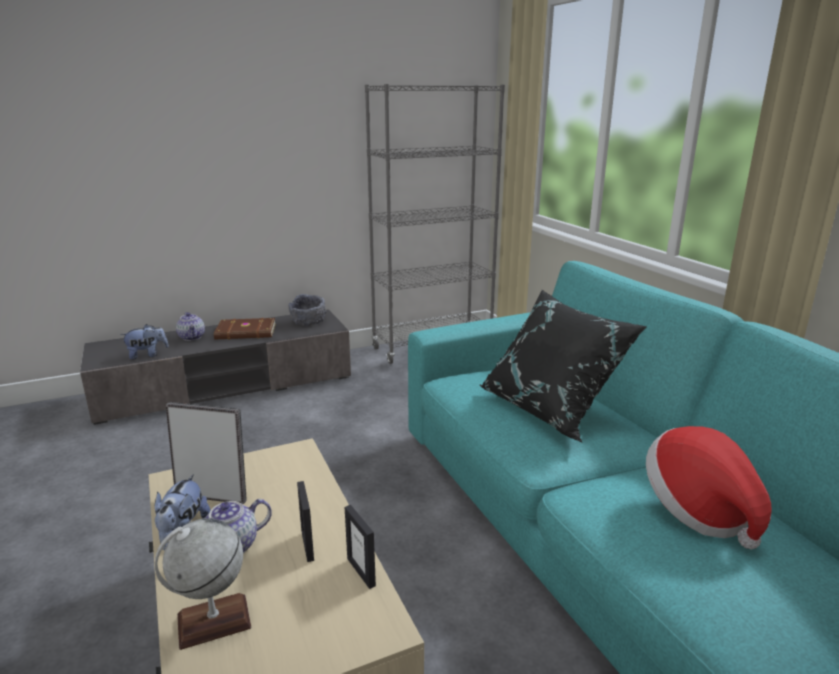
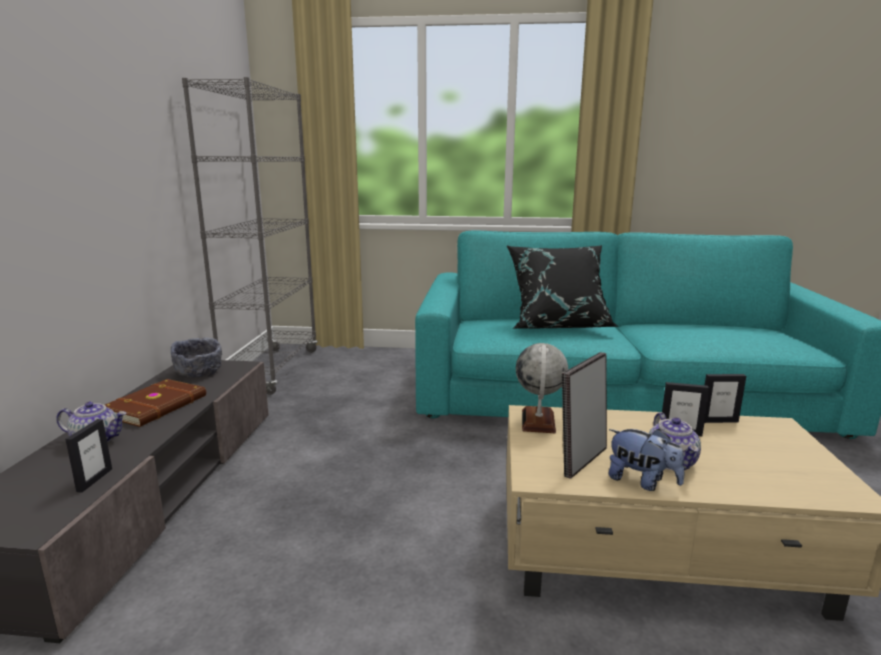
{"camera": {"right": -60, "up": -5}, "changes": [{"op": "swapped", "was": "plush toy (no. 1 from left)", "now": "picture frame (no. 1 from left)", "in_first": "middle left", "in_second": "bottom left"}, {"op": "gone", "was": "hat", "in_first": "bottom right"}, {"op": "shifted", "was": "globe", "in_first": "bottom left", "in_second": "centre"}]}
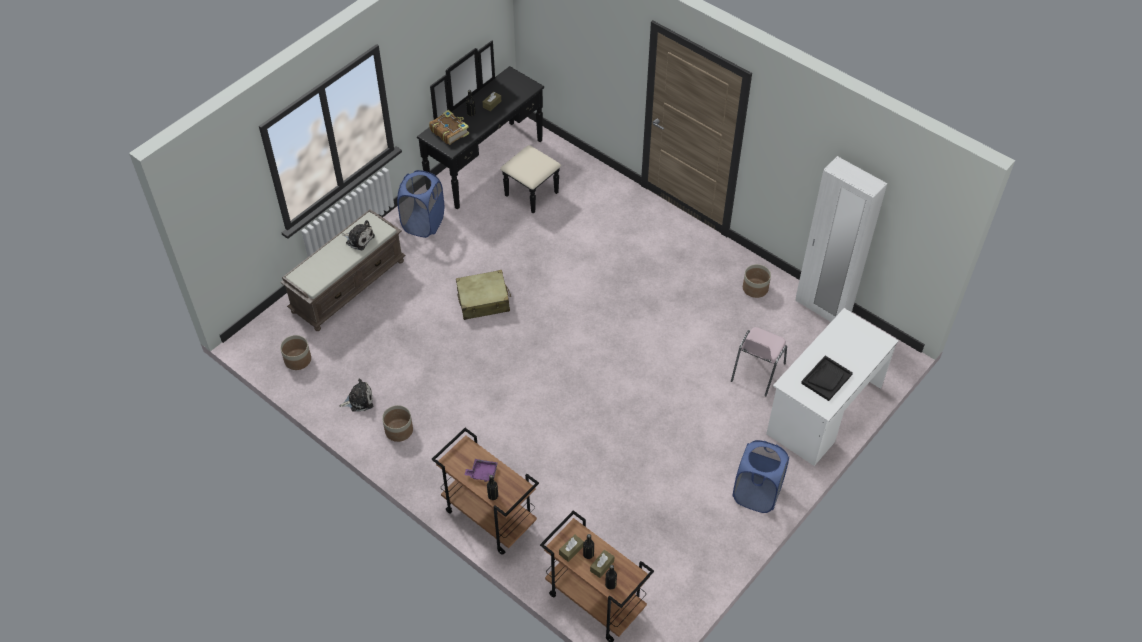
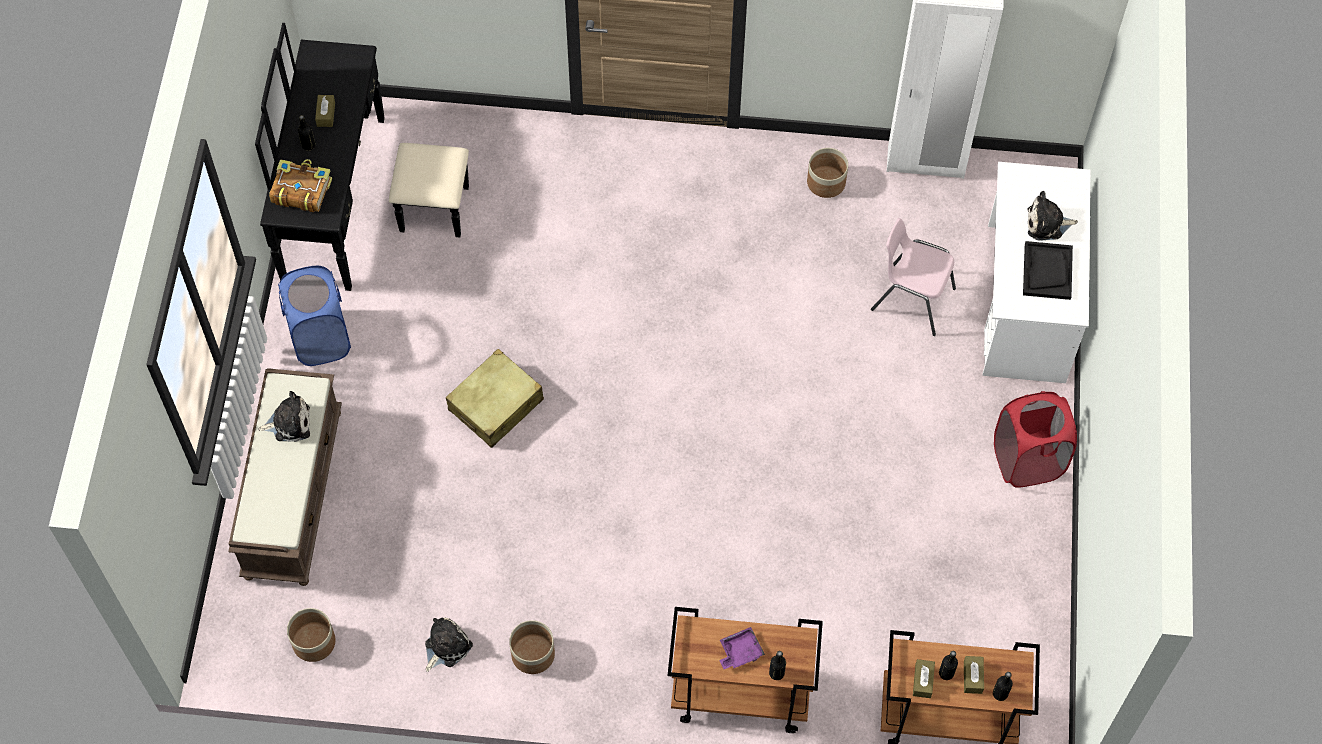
{"camera": {"right": -35, "up": 10}, "changes": [{"op": "rotated", "was": "chair (pink)", "in_first": "centre", "in_second": "middle right", "clockwise": 120}, {"op": "repainted", "was": "laundry basket (blue) (no. 2 from left)", "now": "laundry basket (red)", "in_first": "bottom centre", "in_second": "middle right"}, {"op": "new", "now": "plush toy (no. 3 from left)", "in_second": "top right"}]}
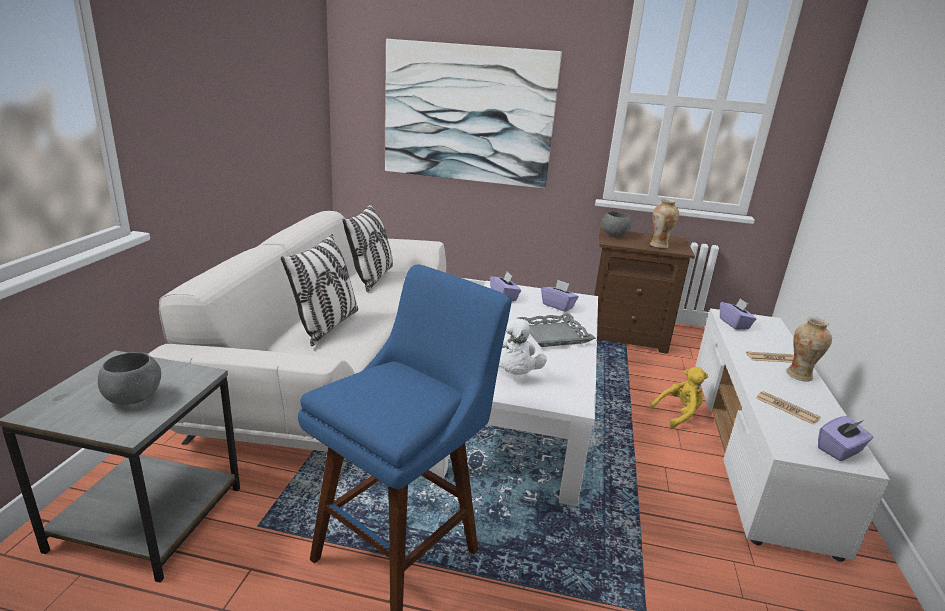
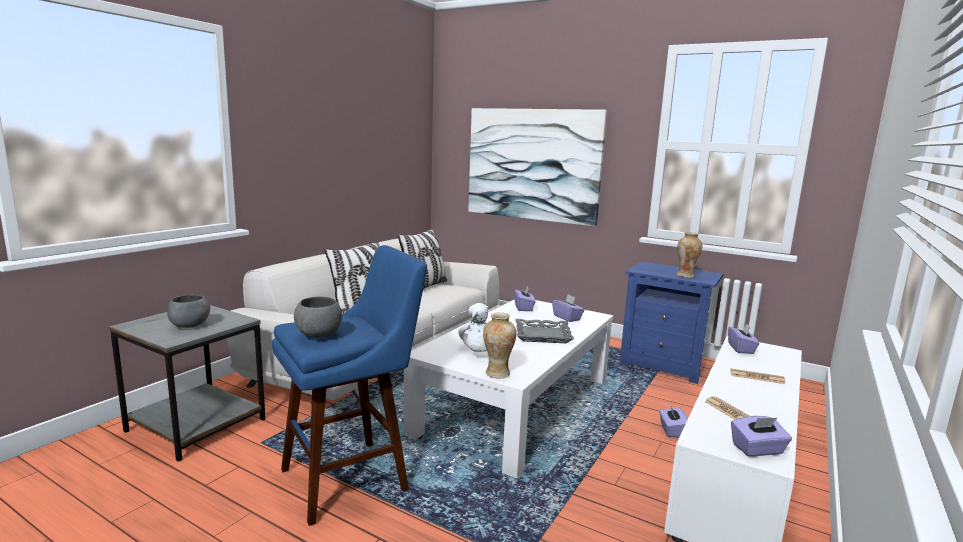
{"camera": {"right": 20, "up": -10}, "changes": [{"op": "shifted", "was": "bowl (grey) (no. 2 from left)", "in_first": "centre", "in_second": "middle left"}, {"op": "repainted", "was": "nightstand (brown)", "now": "nightstand (blue)", "in_first": "middle right", "in_second": "middle right"}, {"op": "shifted", "was": "vase (no. 2 from left in the first image)", "now": "vase (no. 1 from left)", "in_first": "middle right", "in_second": "centre"}, {"op": "swapped", "was": "plush toy (yellow)", "now": "tissue box (purple) (no. 3 from left)", "in_first": "middle right", "in_second": "bottom right"}]}
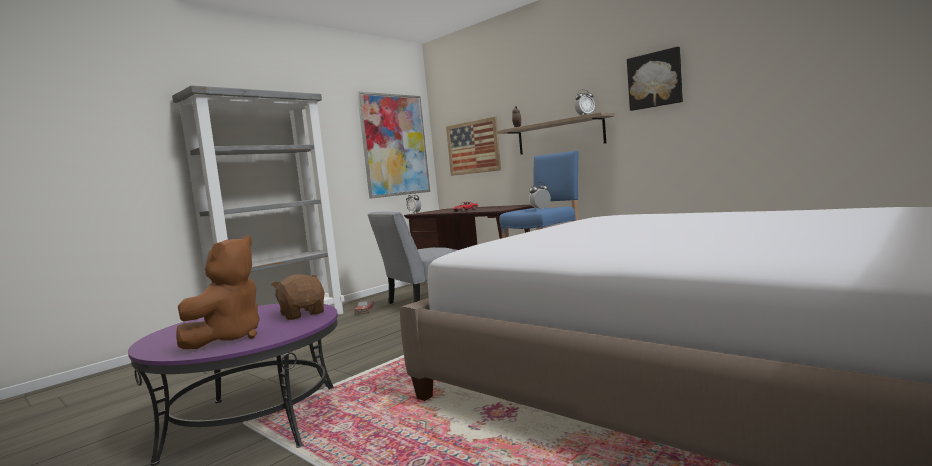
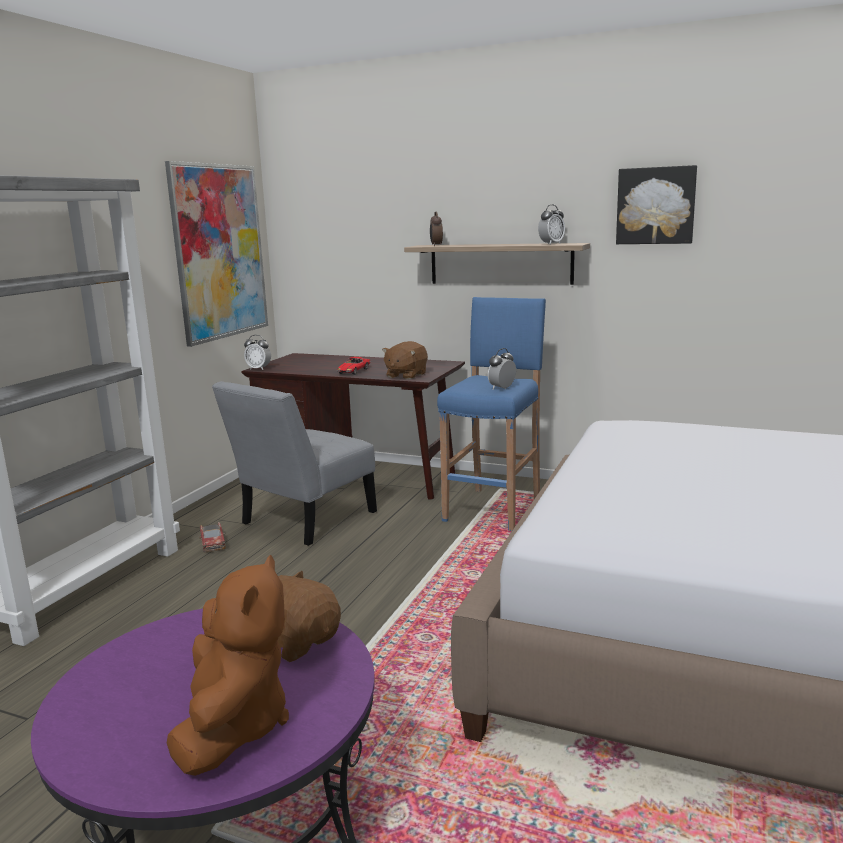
{"camera": {"right": -20, "up": 10}, "changes": [{"op": "gone", "was": "picture (no. 2 from left)", "in_first": "top centre"}, {"op": "new", "now": "plush toy (brown) (no. 3 from left)", "in_second": "centre"}]}
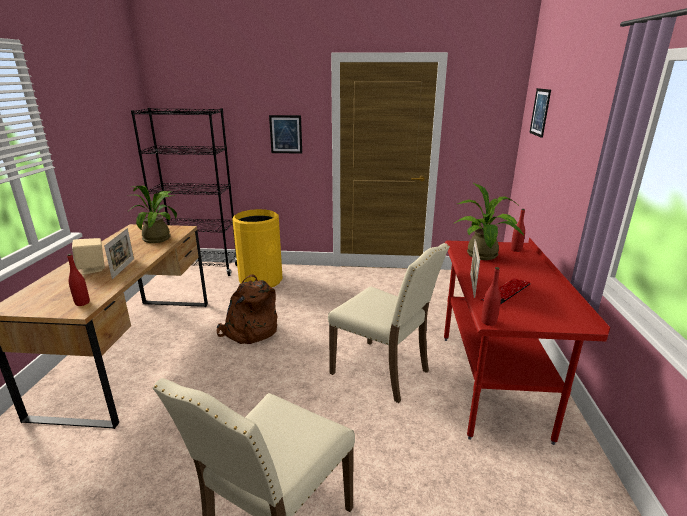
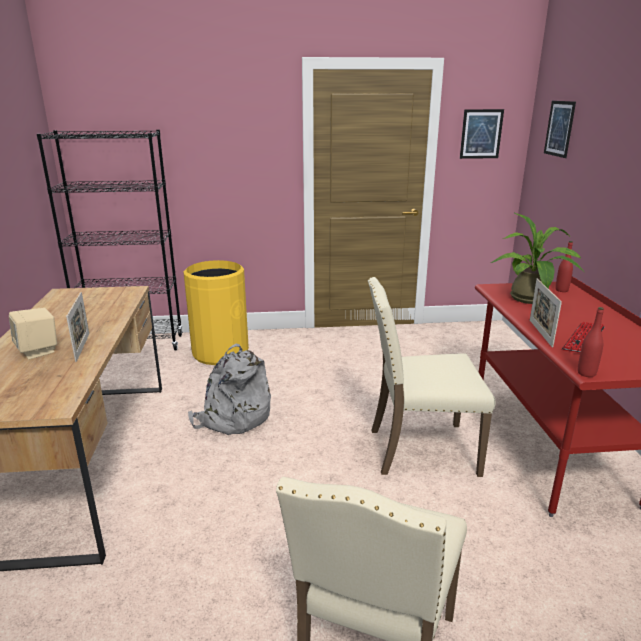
{"camera": {"right": -10, "up": 0}, "changes": [{"op": "shifted", "was": "picture (no. 1 from left)", "in_first": "top centre", "in_second": "top right"}, {"op": "gone", "was": "potted plant (no. 1 from left)", "in_first": "middle left"}, {"op": "rotated", "was": "chair (beige) (no. 2 from left)", "in_first": "centre", "in_second": "middle right", "clockwise": 150}, {"op": "gone", "was": "bottle (red) (no. 1 from left)", "in_first": "middle left"}, {"op": "repainted", "was": "backpack (brown)", "now": "backpack (grey)", "in_first": "centre", "in_second": "centre"}]}
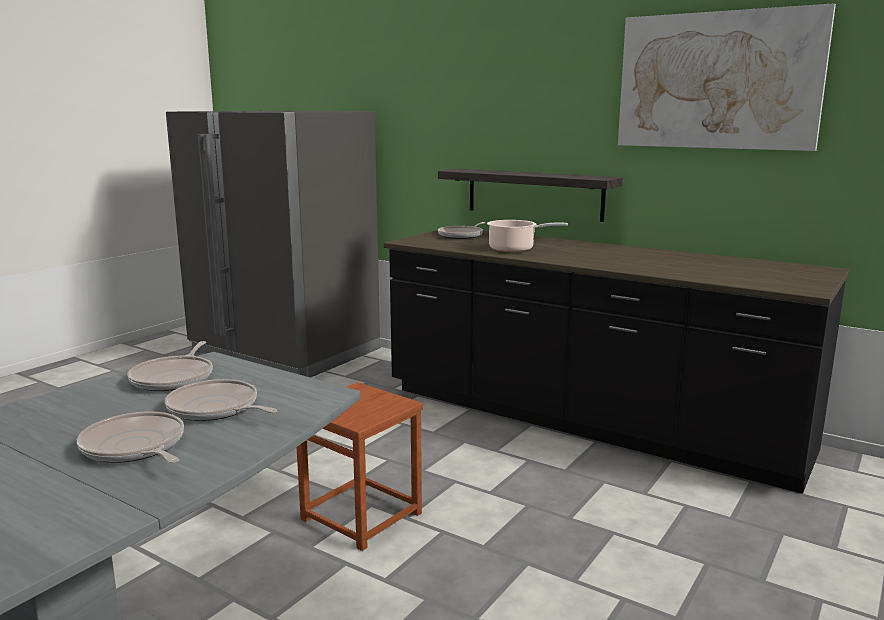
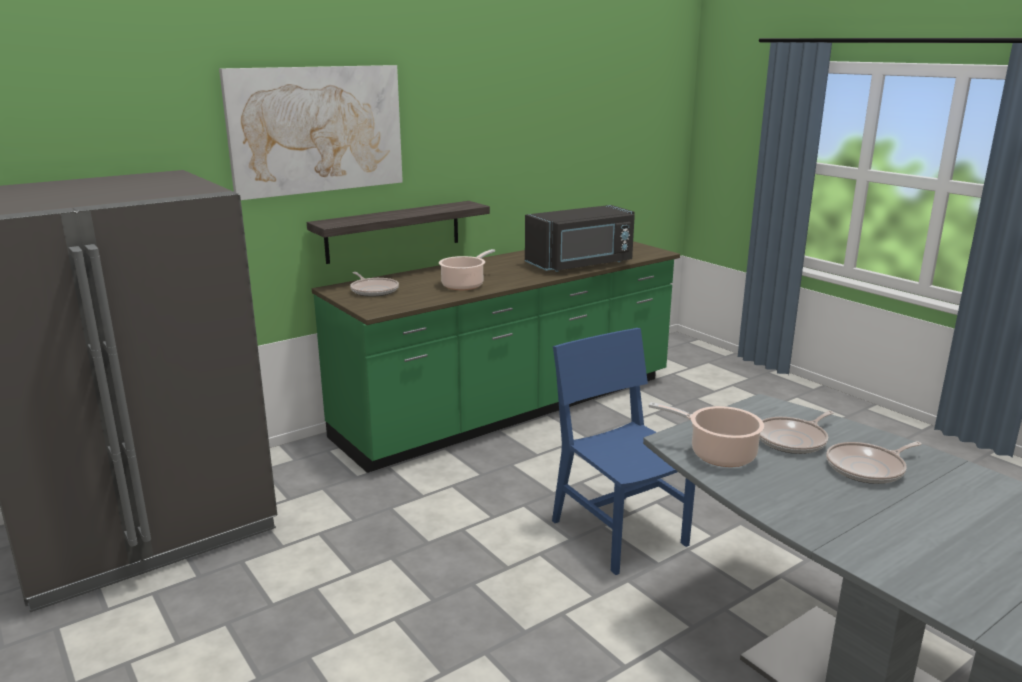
{"camera": {"right": -70, "up": 5}, "changes": [{"op": "shifted", "was": "picture", "in_first": "top right", "in_second": "top left"}, {"op": "repainted", "was": "counter (black)", "now": "counter (green)", "in_first": "middle right", "in_second": "centre"}, {"op": "swapped", "was": "frying pan (no. 2 from left)", "now": "cooking pot (no. 2 from left)", "in_first": "middle left", "in_second": "middle right"}, {"op": "swapped", "was": "stool (brown)", "now": "chair (blue)", "in_first": "bottom centre", "in_second": "centre"}, {"op": "new", "now": "microwave (black)", "in_second": "centre"}]}
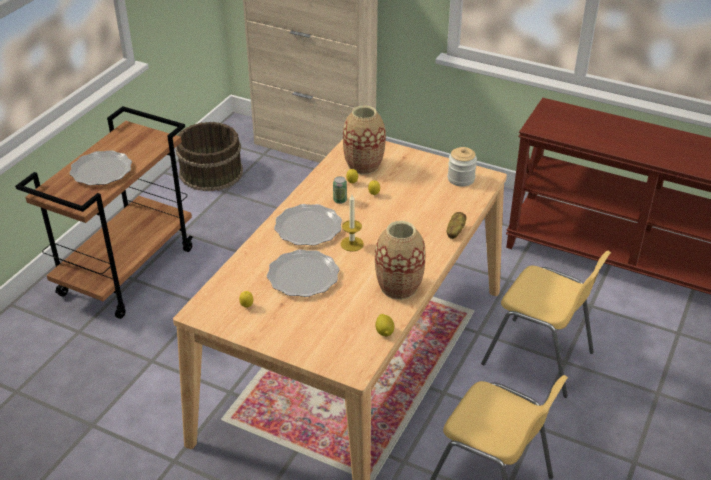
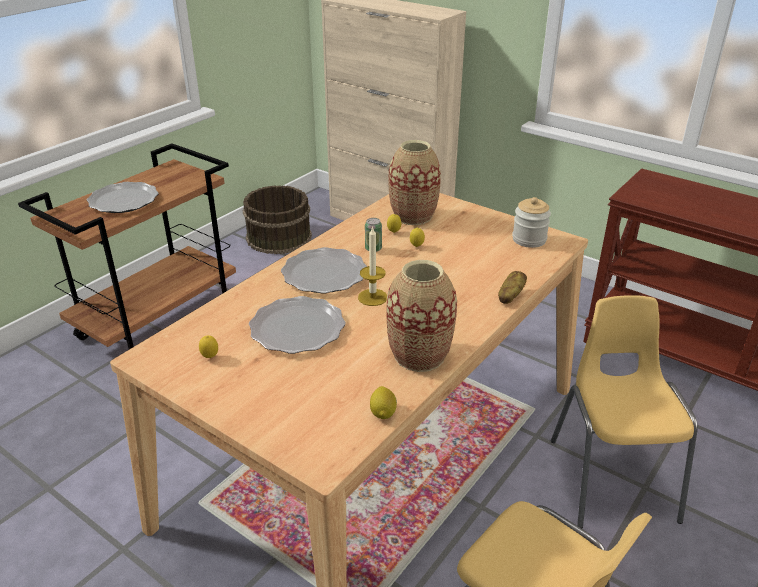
{"camera": {"right": 10, "up": -5}, "changes": [{"op": "rotated", "was": "chair (yellow) (no. 2 from left)", "in_first": "bottom right", "in_second": "bottom right", "clockwise": -135}]}
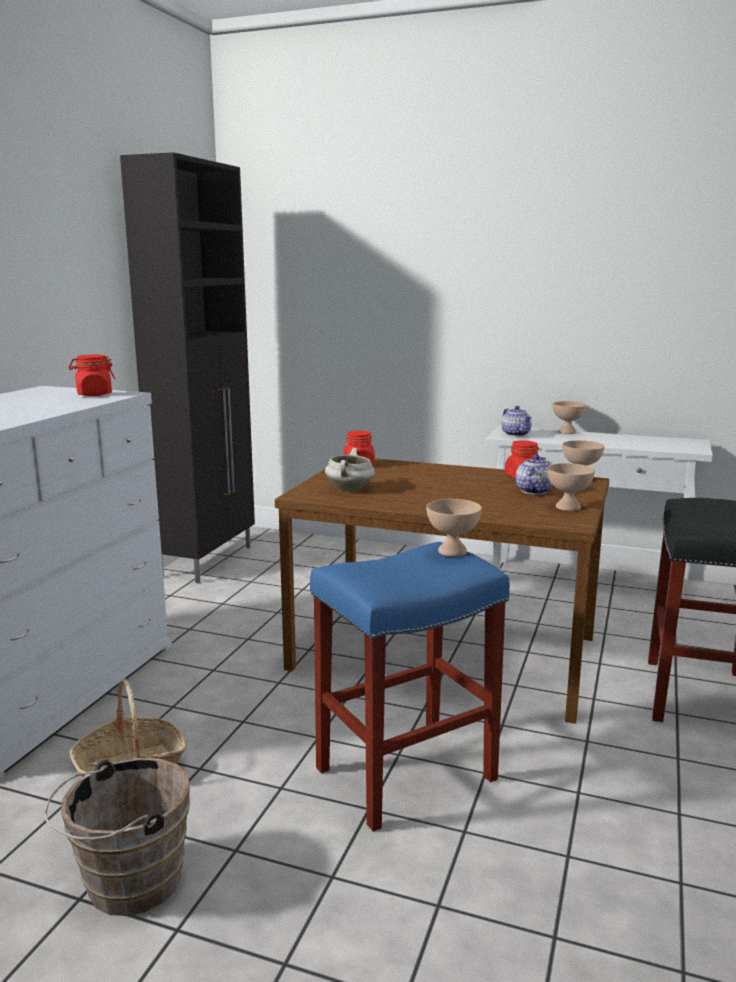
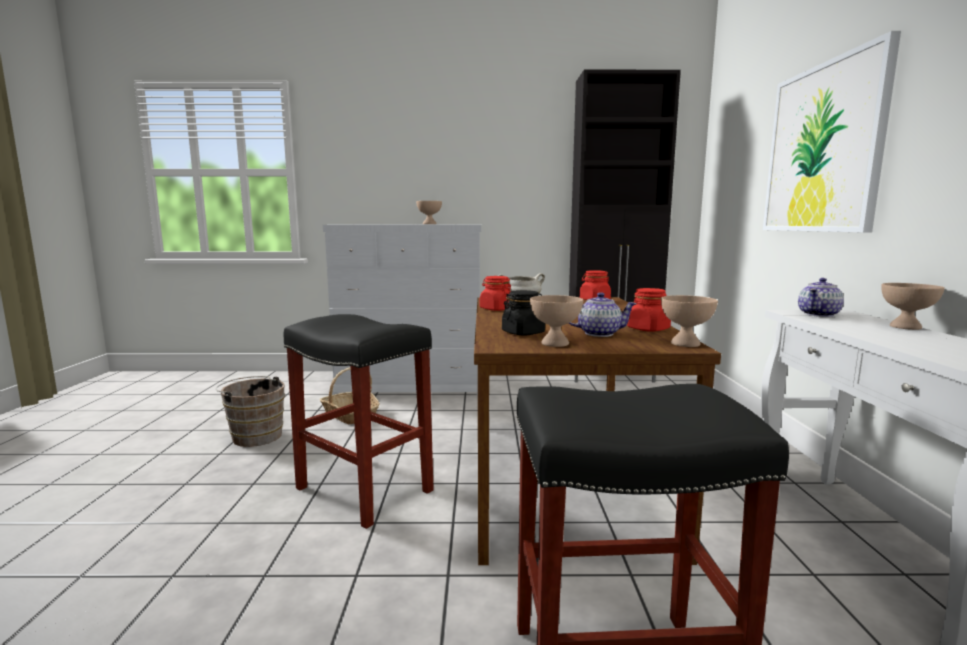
{"camera": {"right": 70, "up": -5}, "changes": [{"op": "shifted", "was": "jar (red) (no. 1 from left)", "in_first": "middle left", "in_second": "centre"}, {"op": "shifted", "was": "bowl (beige) (no. 1 from left)", "in_first": "centre", "in_second": "top centre"}, {"op": "repainted", "was": "stool (blue)", "now": "stool (black) (no. 1 from left)", "in_first": "bottom centre", "in_second": "centre"}, {"op": "new", "now": "picture", "in_second": "top right"}, {"op": "new", "now": "jar (black)", "in_second": "centre"}]}
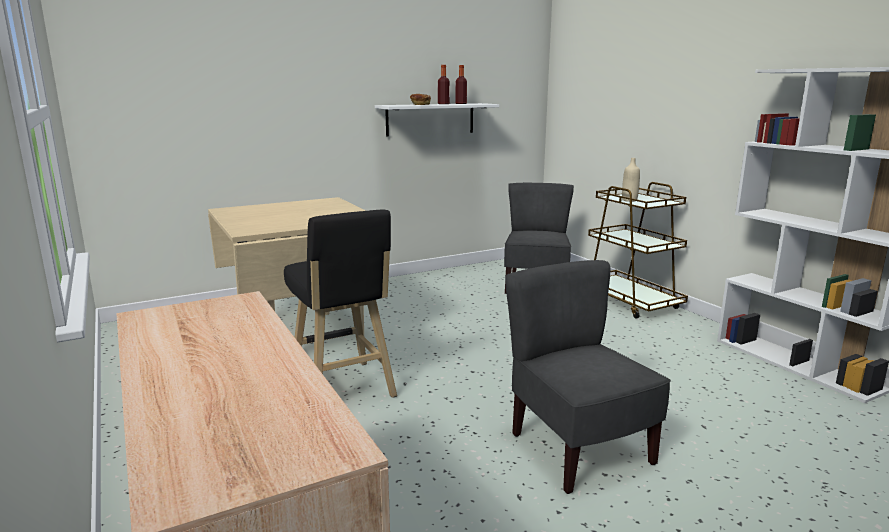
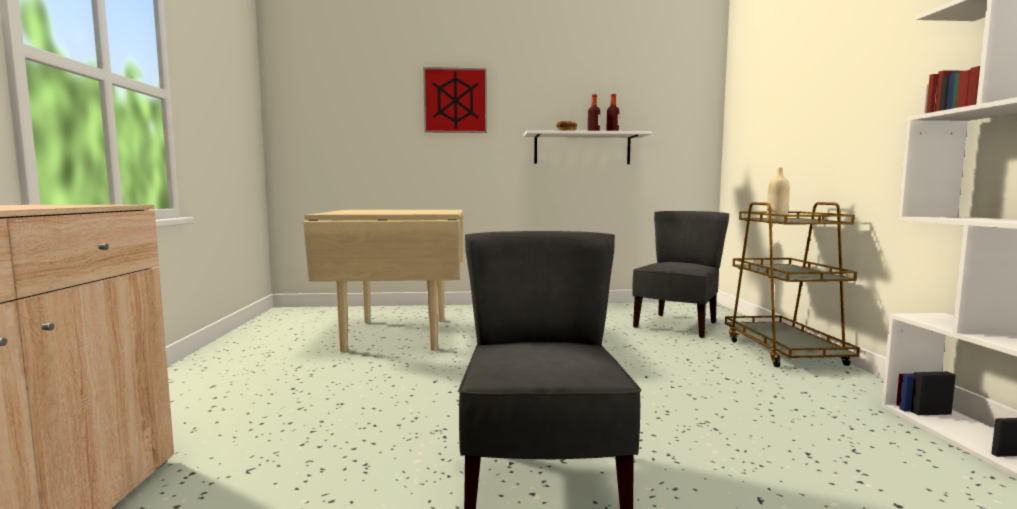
{"camera": {"right": 25, "up": -10}, "changes": [{"op": "gone", "was": "stool (black)", "in_first": "centre"}, {"op": "new", "now": "picture", "in_second": "top centre"}]}
